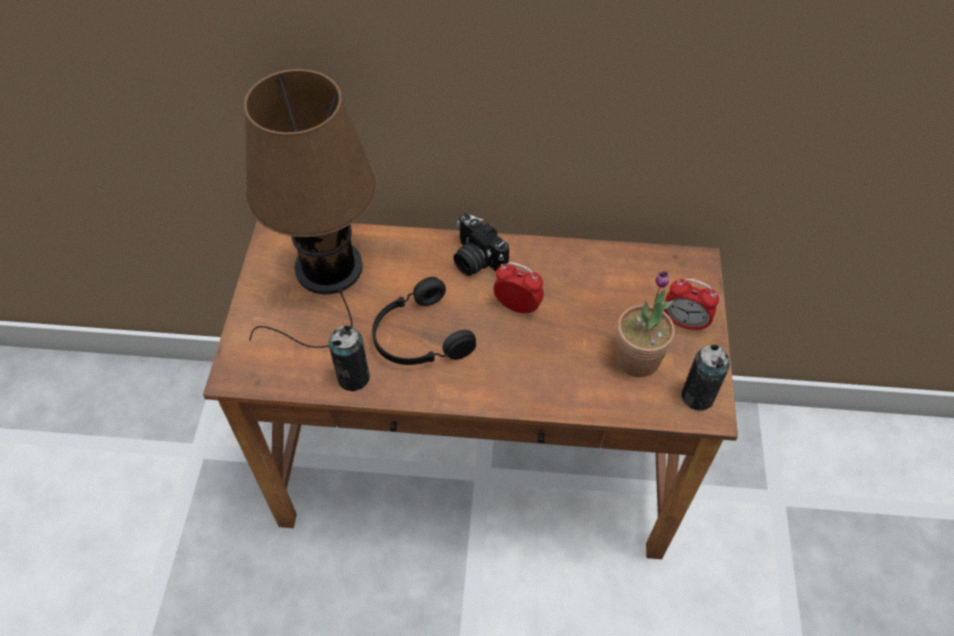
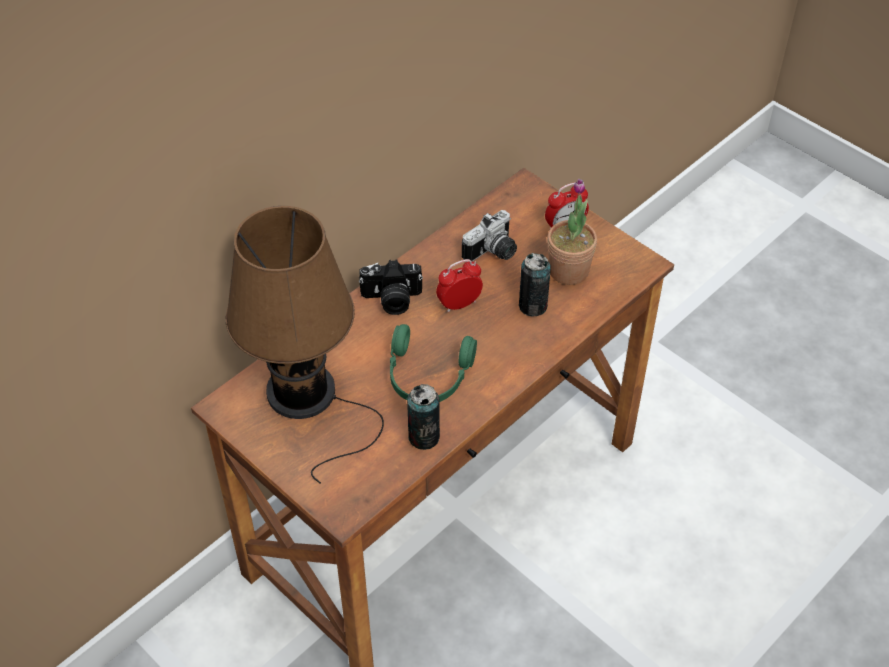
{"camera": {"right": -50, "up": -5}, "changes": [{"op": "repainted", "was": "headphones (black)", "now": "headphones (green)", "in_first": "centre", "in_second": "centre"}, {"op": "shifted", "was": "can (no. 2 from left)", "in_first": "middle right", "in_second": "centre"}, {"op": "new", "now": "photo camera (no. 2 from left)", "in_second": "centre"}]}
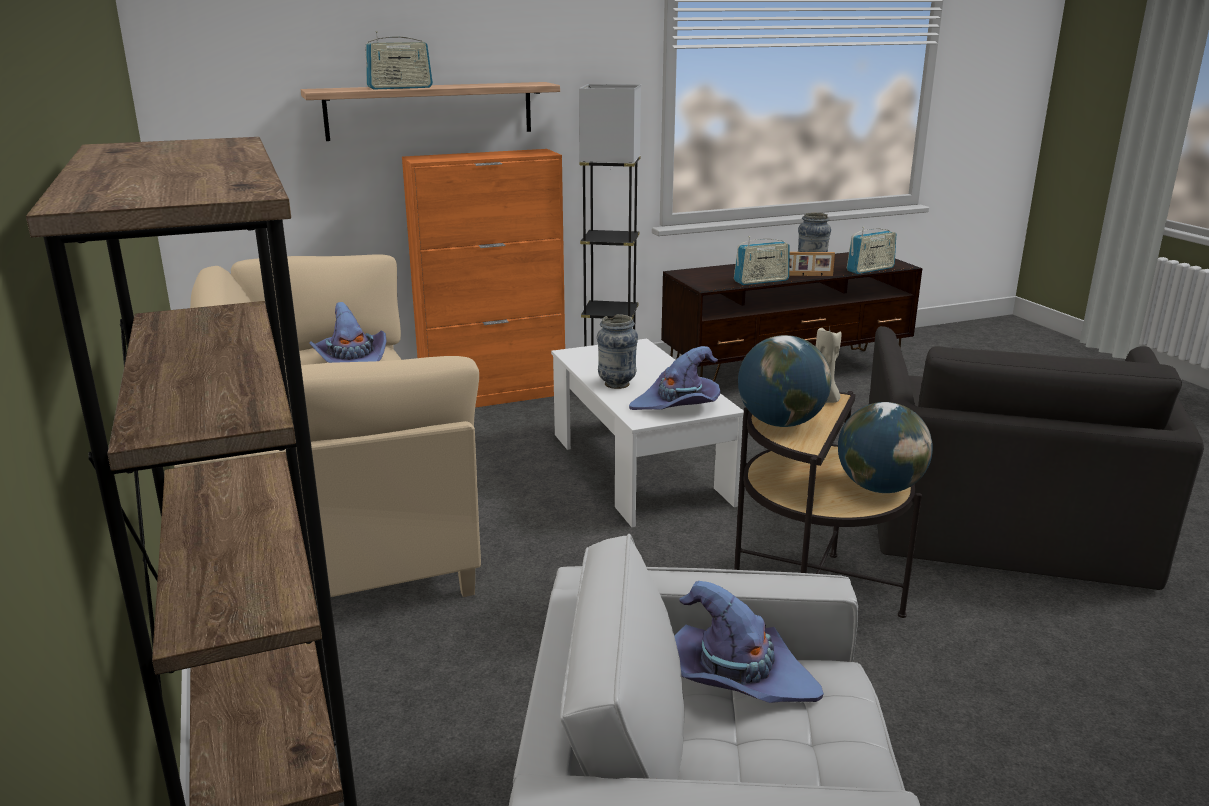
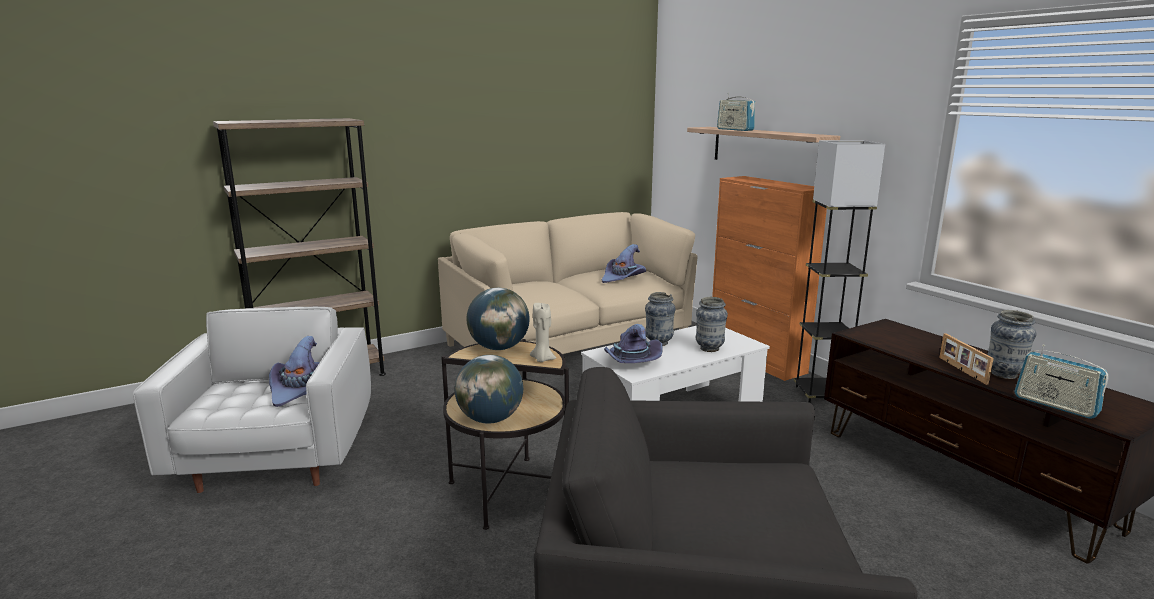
{"camera": {"right": 80, "up": -5}, "changes": [{"op": "gone", "was": "radio (no. 2 from left)", "in_first": "top centre"}, {"op": "new", "now": "vase (no. 2 from left)", "in_second": "centre"}]}
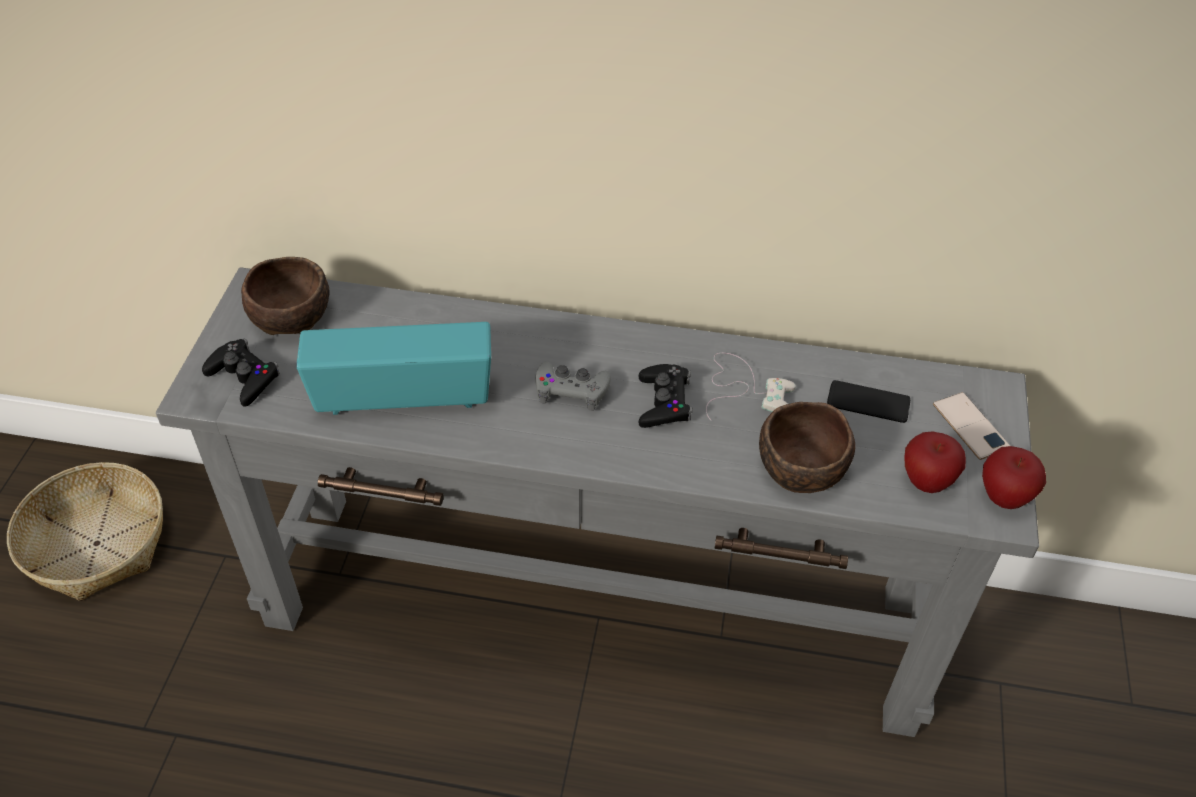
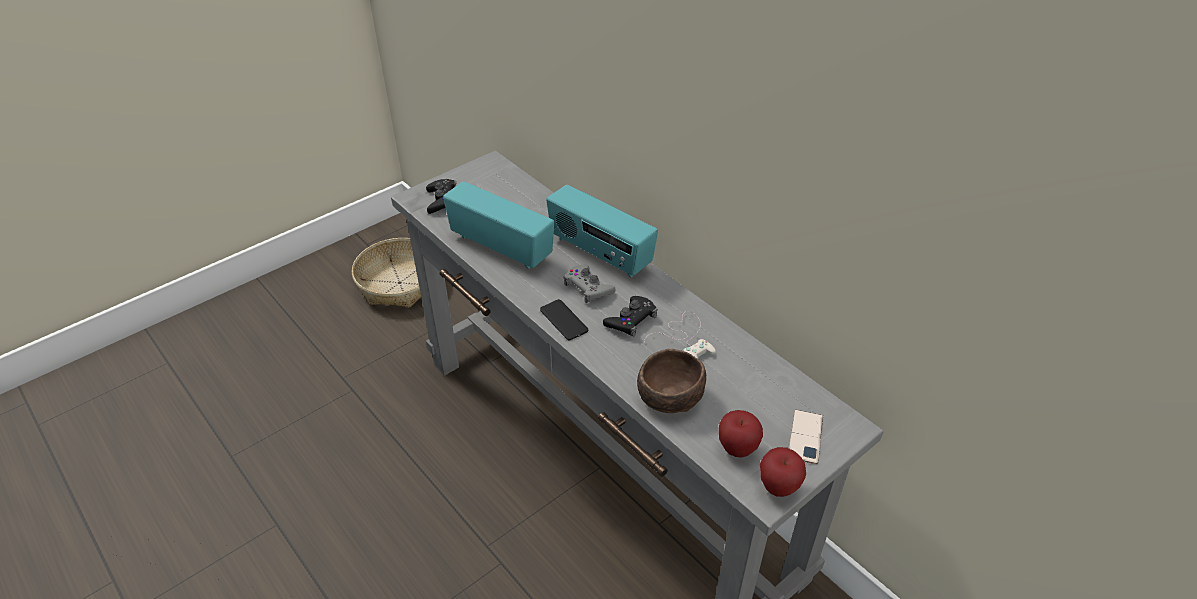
{"camera": {"right": 40, "up": -5}, "changes": [{"op": "gone", "was": "bowl (brown) (no. 1 from left)", "in_first": "middle left"}, {"op": "shifted", "was": "phone (no. 1 from left)", "in_first": "middle right", "in_second": "centre"}, {"op": "new", "now": "radio (no. 2 from left)", "in_second": "centre"}]}
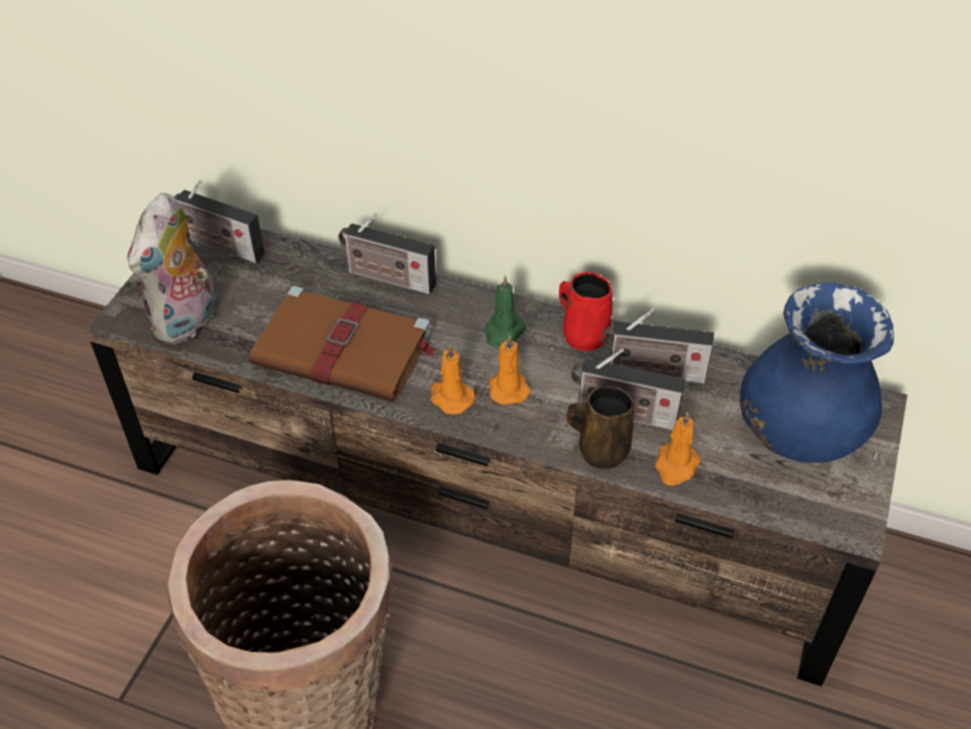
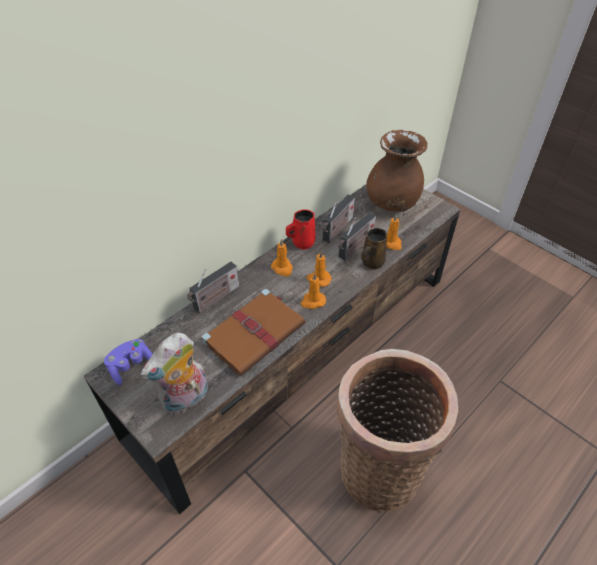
{"camera": {"right": -65, "up": 0}, "changes": [{"op": "swapped", "was": "radio (no. 1 from left)", "now": "game controller (purple)", "in_first": "top left", "in_second": "middle left"}, {"op": "rotated", "was": "plush toy", "in_first": "middle left", "in_second": "middle left", "clockwise": 90}, {"op": "repainted", "was": "candle (green)", "now": "candle (orange) (no. 1 from left)", "in_first": "centre", "in_second": "centre"}, {"op": "repainted", "was": "vase (blue)", "now": "vase (brown)", "in_first": "middle right", "in_second": "top centre"}]}
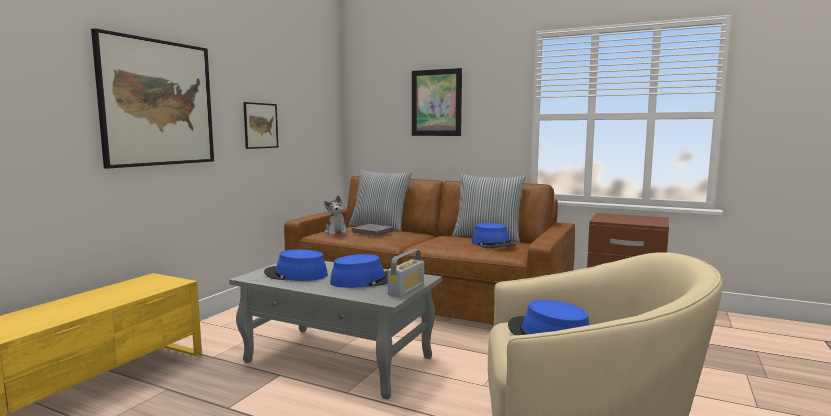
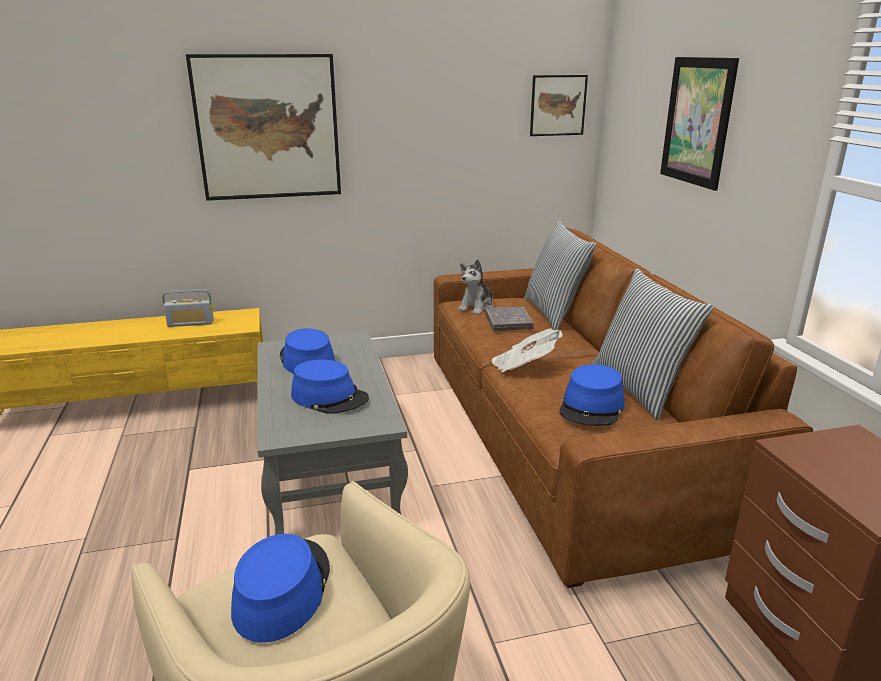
{"camera": {"right": 50, "up": 15}, "changes": [{"op": "shifted", "was": "picture (no. 2 from left)", "in_first": "top left", "in_second": "top centre"}, {"op": "shifted", "was": "radio", "in_first": "centre", "in_second": "middle left"}, {"op": "new", "now": "newspaper", "in_second": "centre"}]}
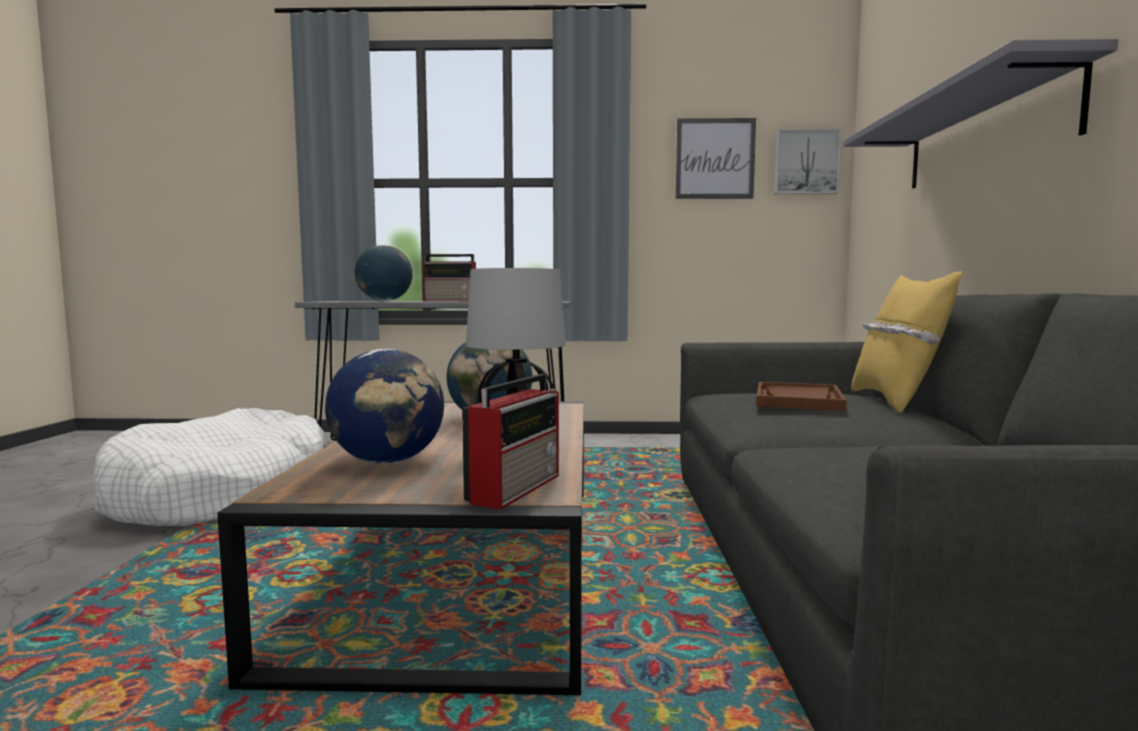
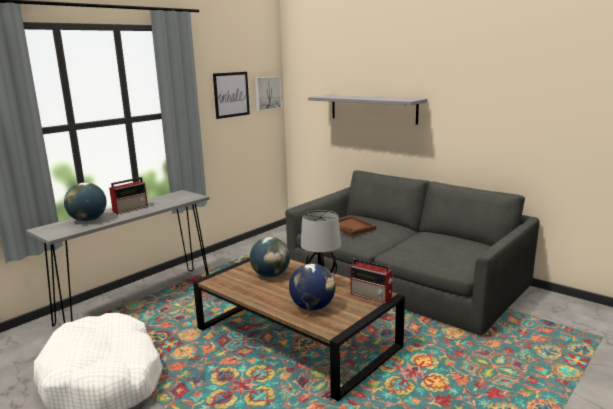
{"camera": {"right": -50, "up": 10}, "changes": [{"op": "gone", "was": "pillow (yellow)", "in_first": "middle right"}, {"op": "rotated", "was": "radio (no. 2 from left)", "in_first": "centre", "in_second": "bottom centre", "clockwise": 150}]}
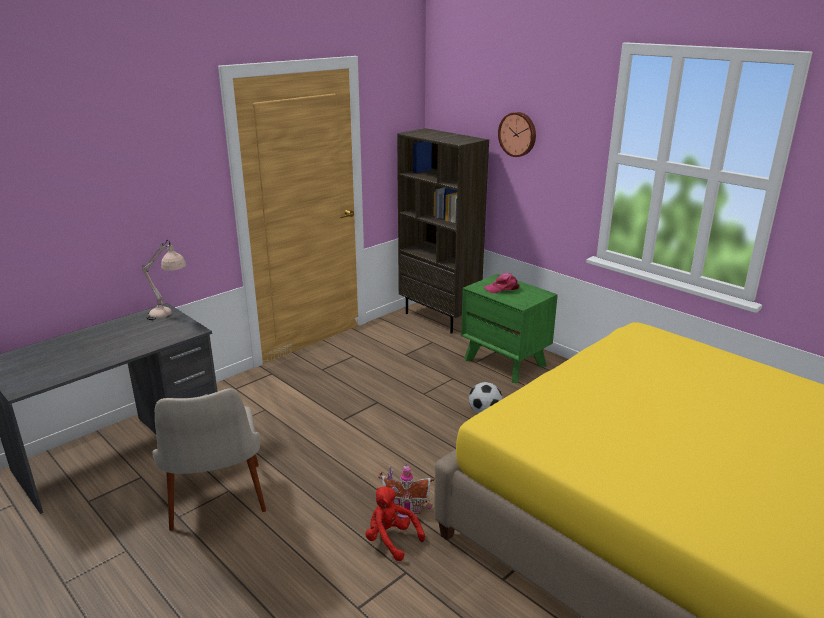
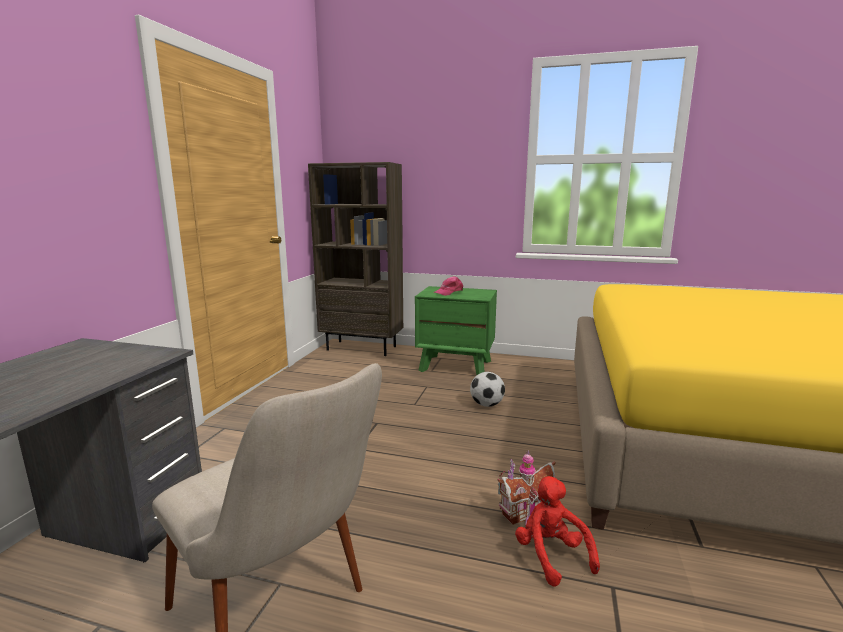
{"camera": {"right": -30, "up": -10}, "changes": [{"op": "gone", "was": "wall clock", "in_first": "top centre"}, {"op": "gone", "was": "table lamp (beige)", "in_first": "middle left"}, {"op": "rotated", "was": "plush toy (red)", "in_first": "bottom centre", "in_second": "bottom centre", "clockwise": 60}]}
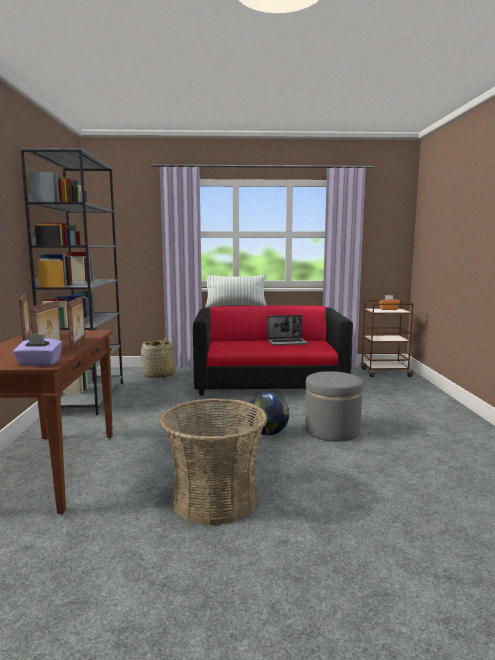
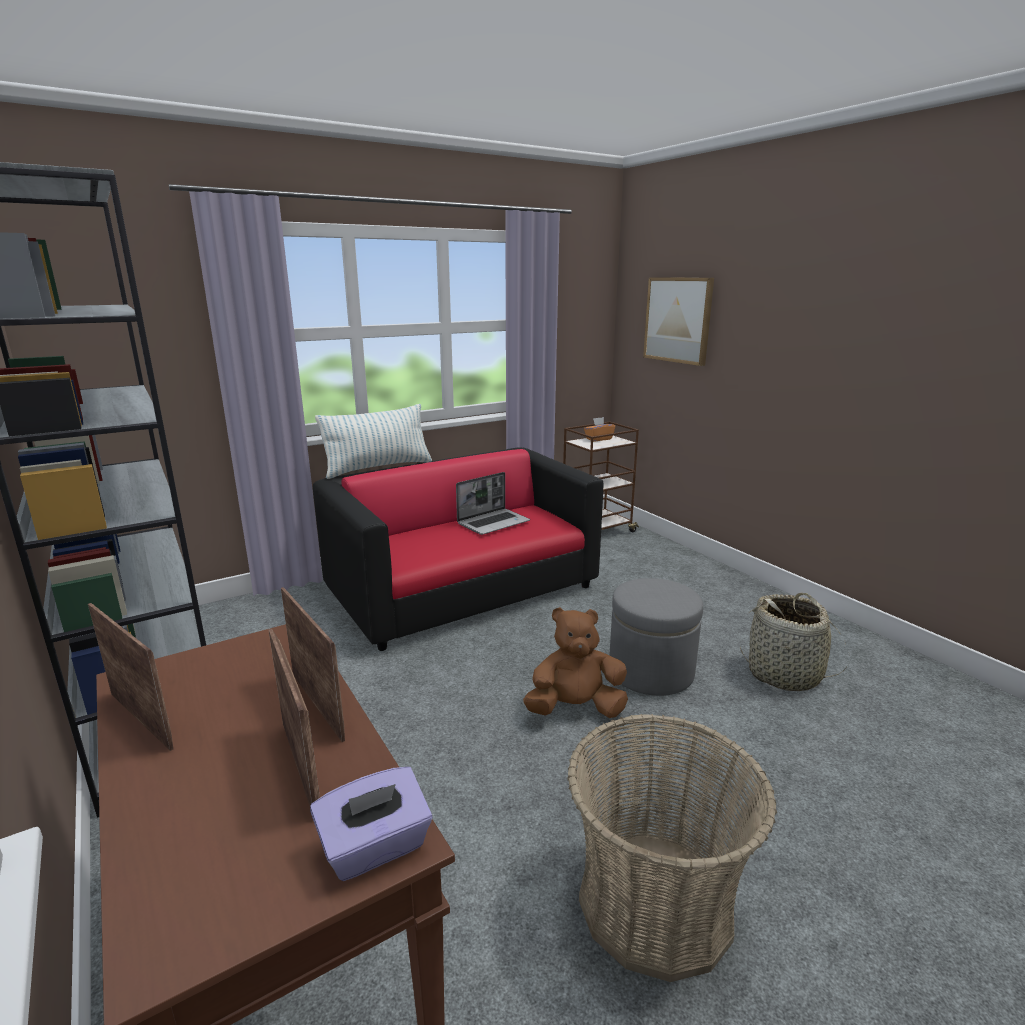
{"camera": {"right": -30, "up": 10}, "changes": [{"op": "shifted", "was": "basket (no. 1 from left in the first image)", "now": "basket (no. 2 from left)", "in_first": "middle left", "in_second": "middle right"}, {"op": "swapped", "was": "globe", "now": "plush toy (brown)", "in_first": "centre", "in_second": "centre"}, {"op": "new", "now": "picture", "in_second": "top centre"}]}
